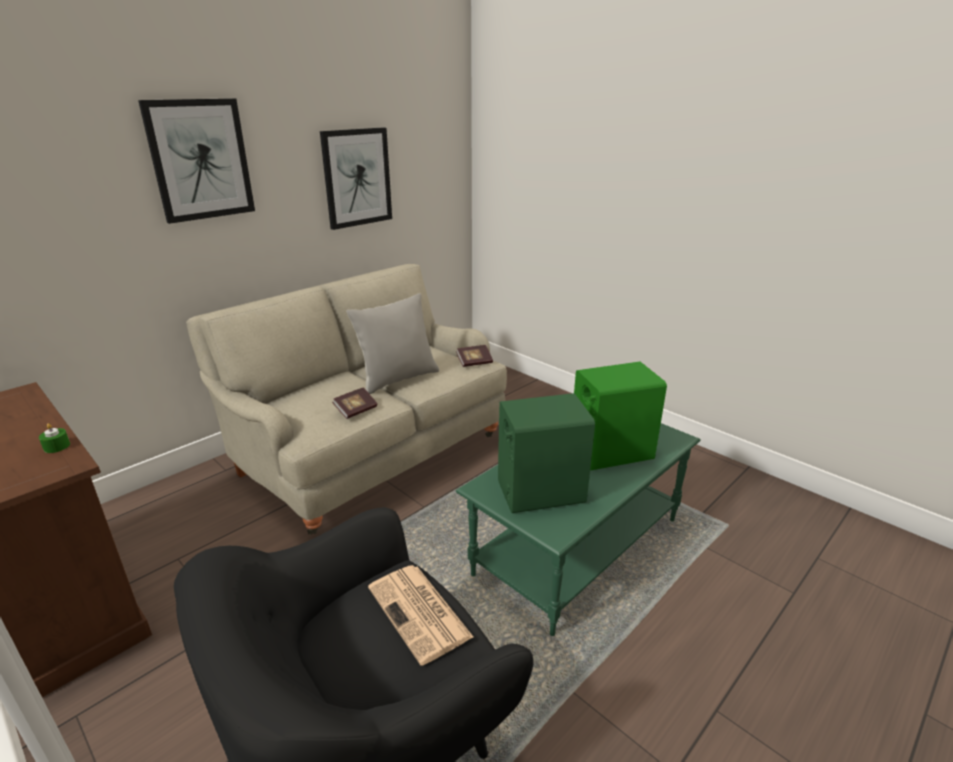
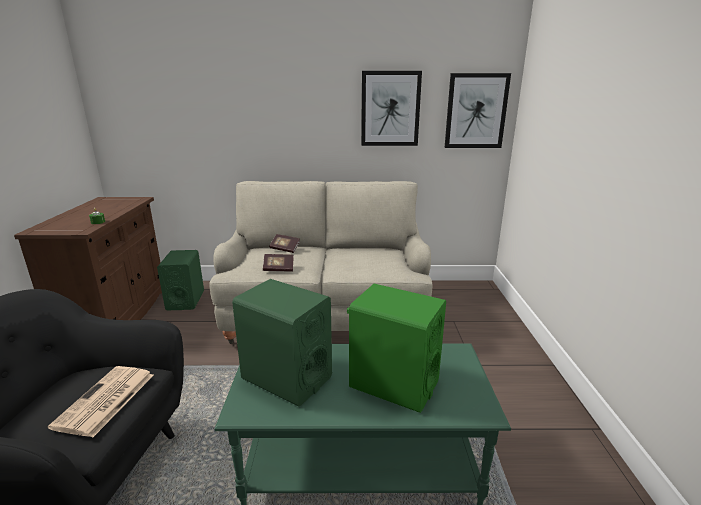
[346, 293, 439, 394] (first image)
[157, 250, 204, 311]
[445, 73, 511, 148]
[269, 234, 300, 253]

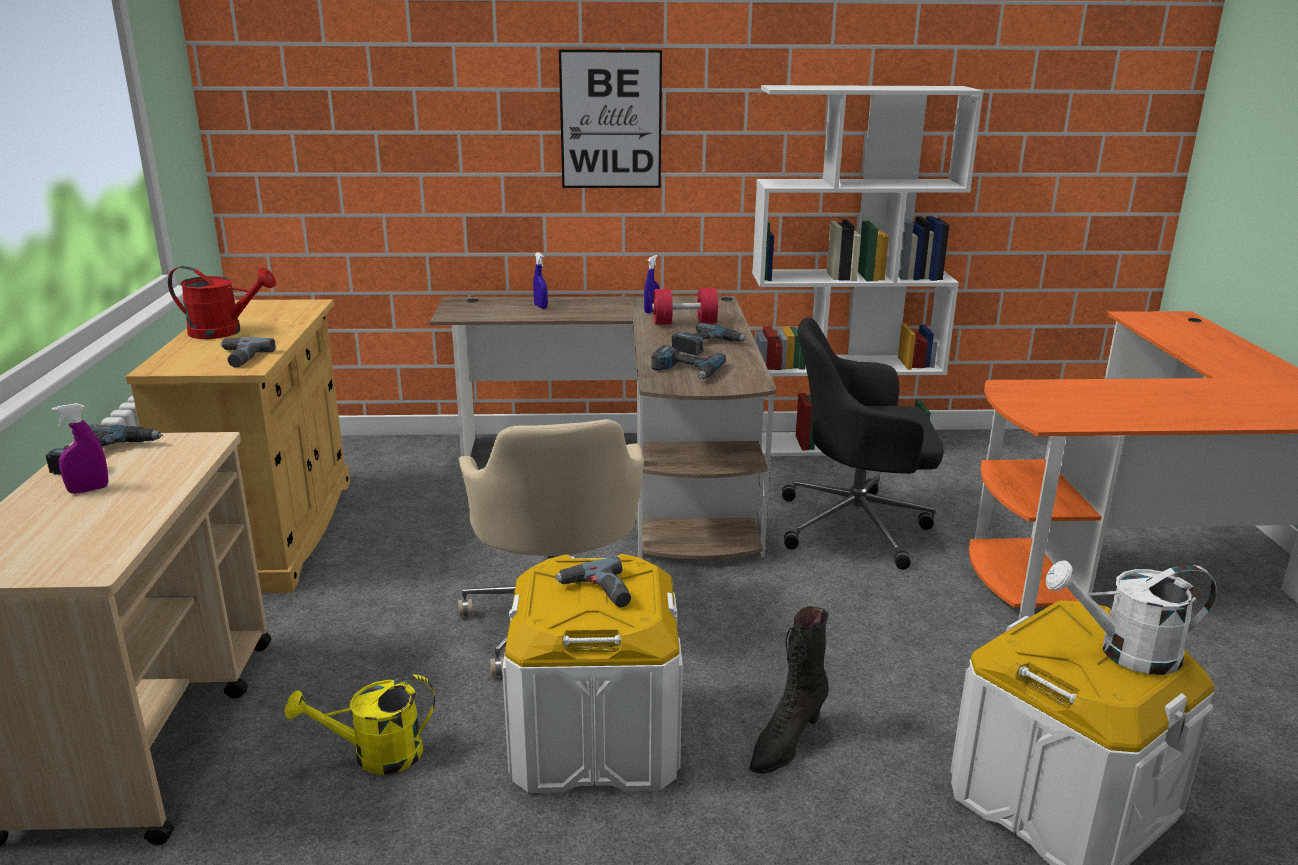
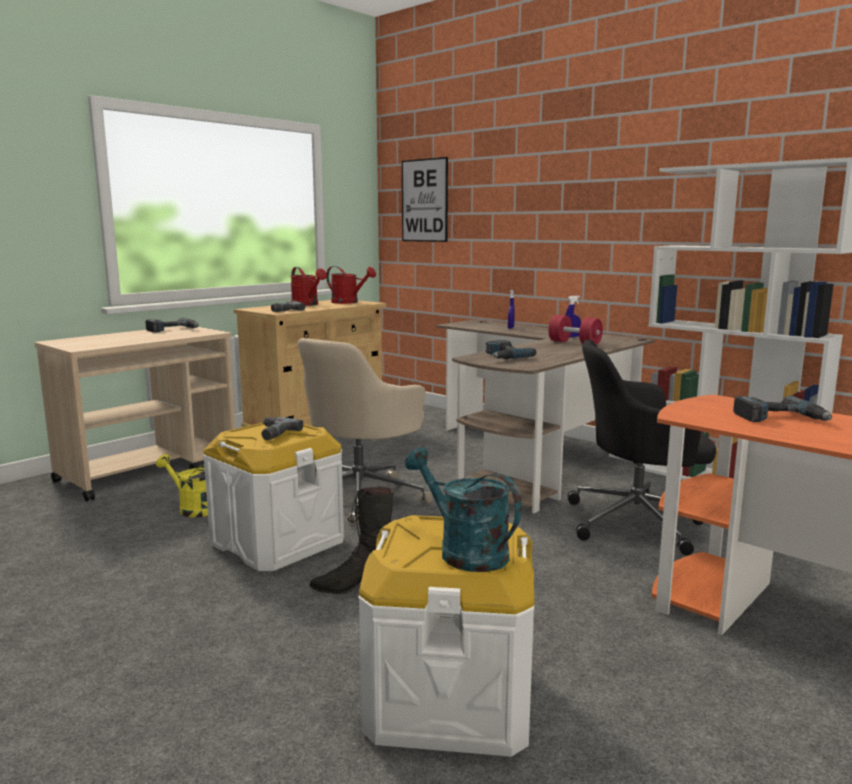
[52, 403, 109, 494] (first image)
[326, 266, 376, 304]
[402, 157, 448, 242]
[733, 396, 832, 422]
[405, 447, 522, 572]
[567, 340, 716, 556]

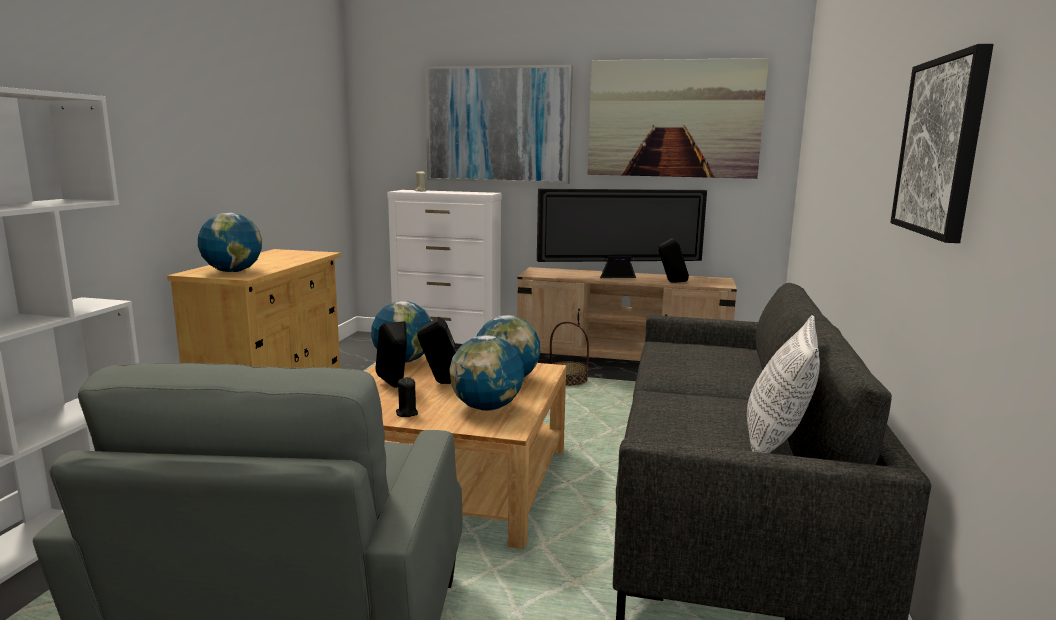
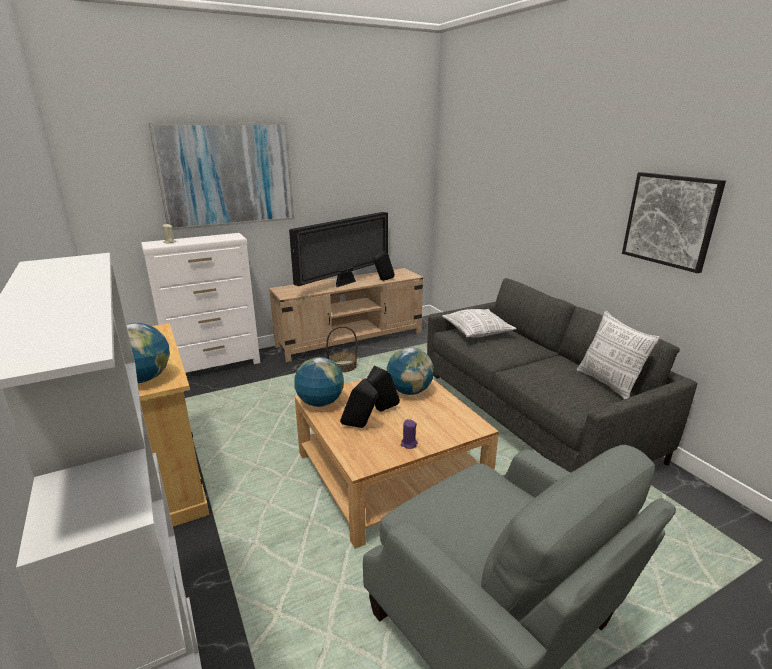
[449, 335, 524, 411] (first image)
[588, 58, 769, 179] (first image)
[442, 309, 517, 338]
[400, 419, 418, 449]

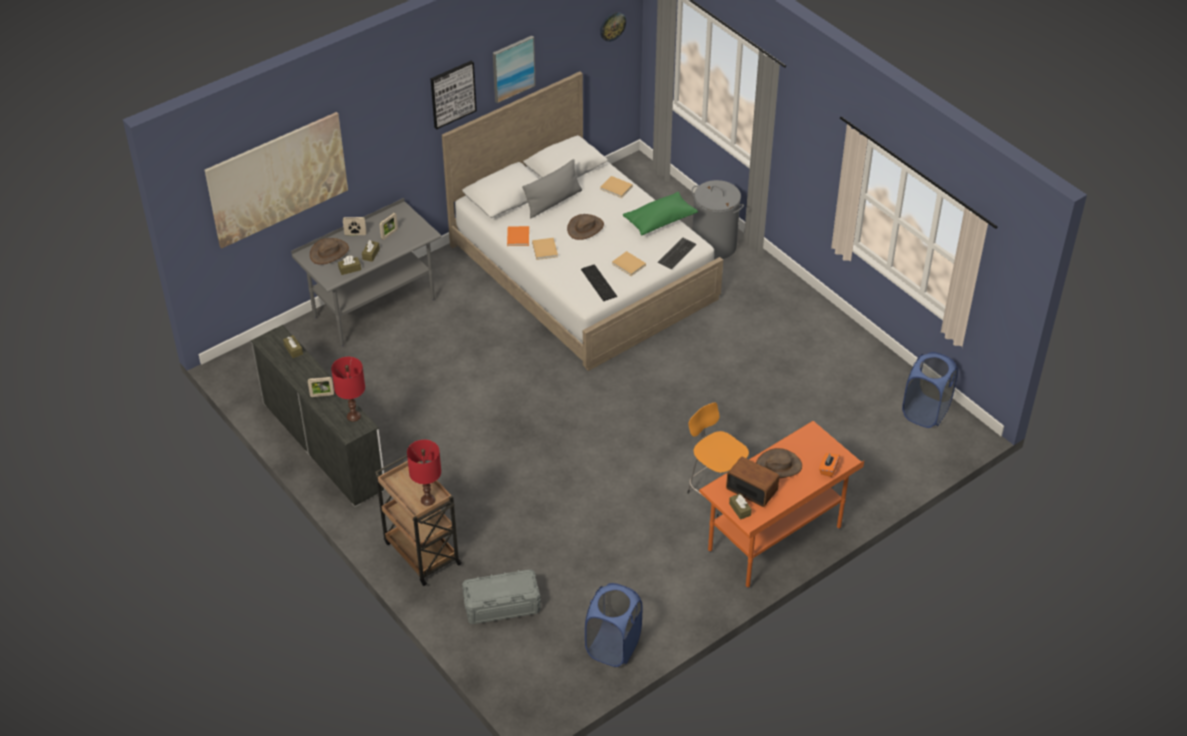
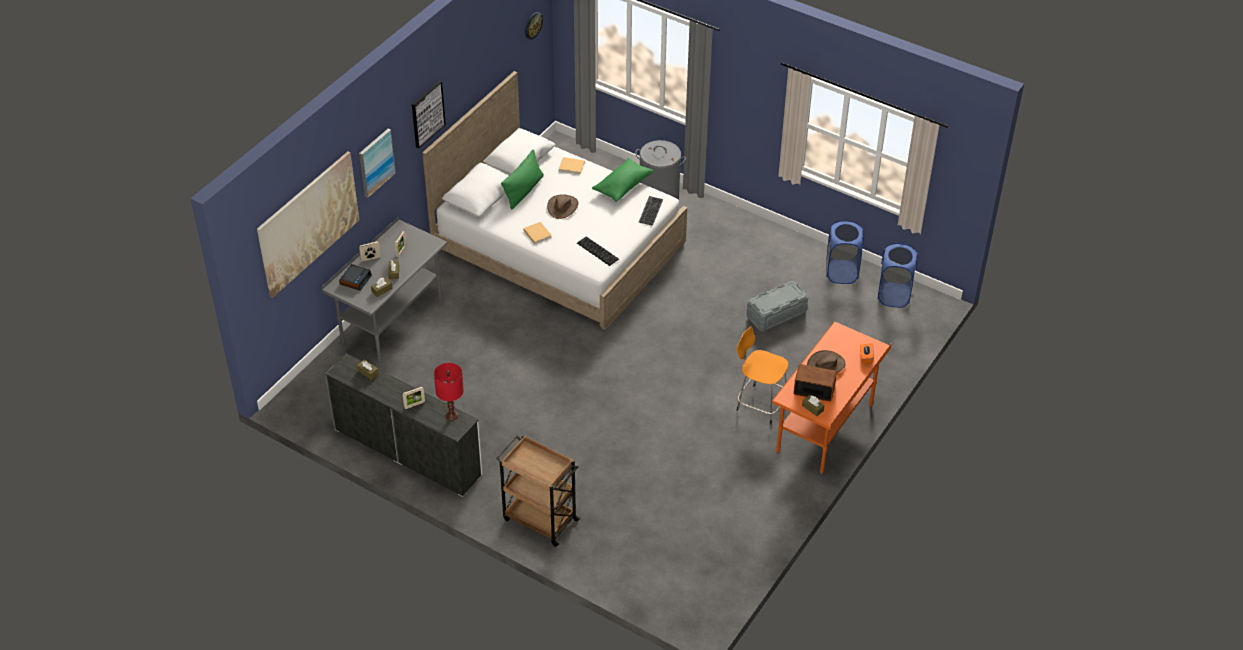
[407, 440, 441, 506] (first image)
[507, 226, 529, 246] (first image)
[612, 251, 646, 276] (first image)
[747, 281, 808, 332]
[359, 129, 396, 198]
[826, 220, 864, 284]
[339, 264, 372, 291]
[501, 149, 544, 210]

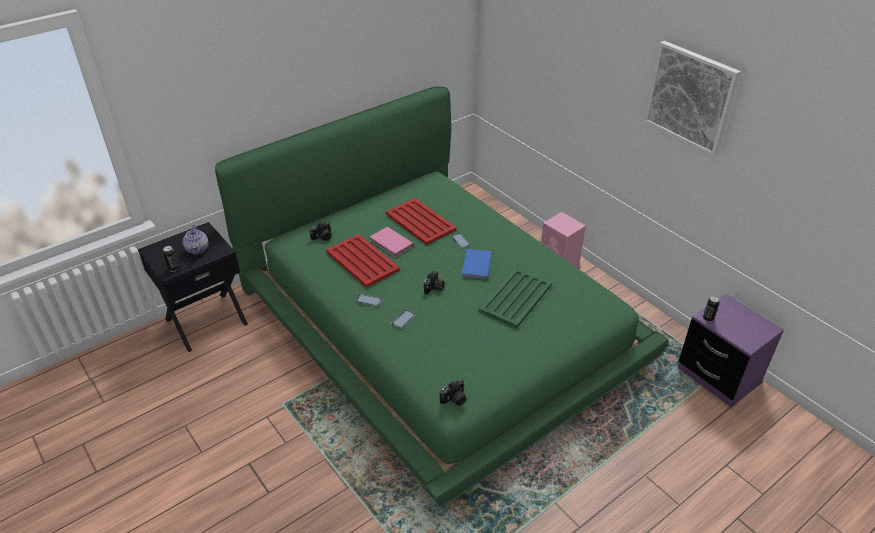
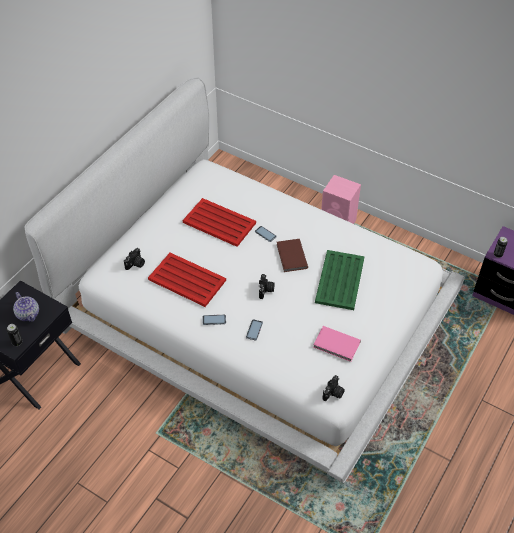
[644, 41, 741, 156] (first image)
[313, 326, 361, 362]
[25, 78, 465, 483]
[277, 239, 308, 272]

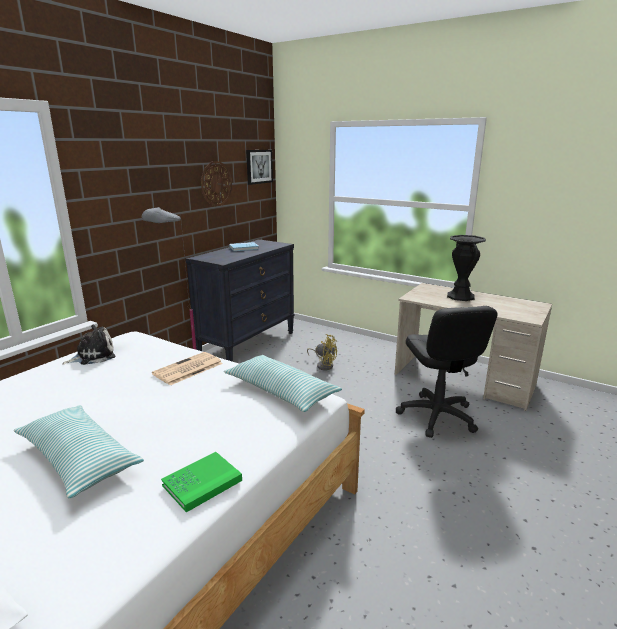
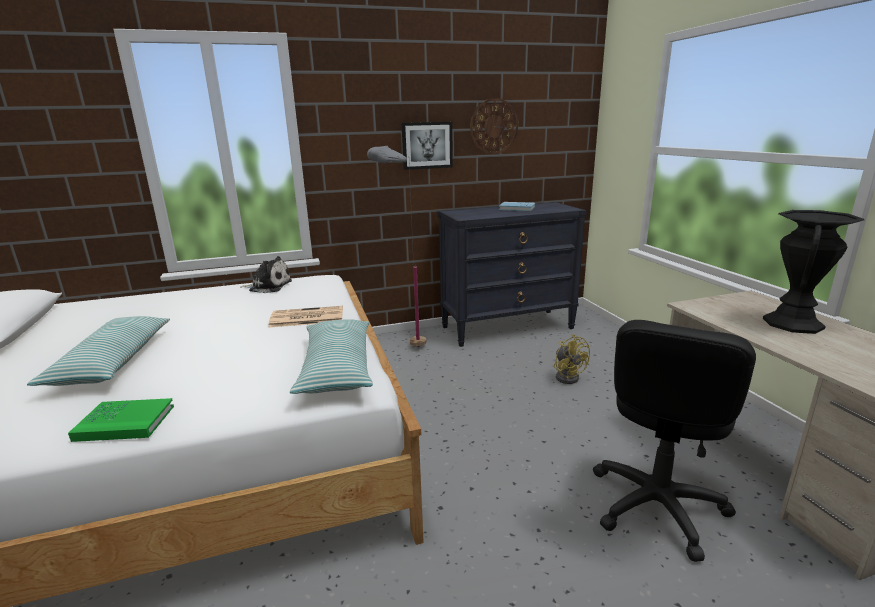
[401, 122, 453, 170]

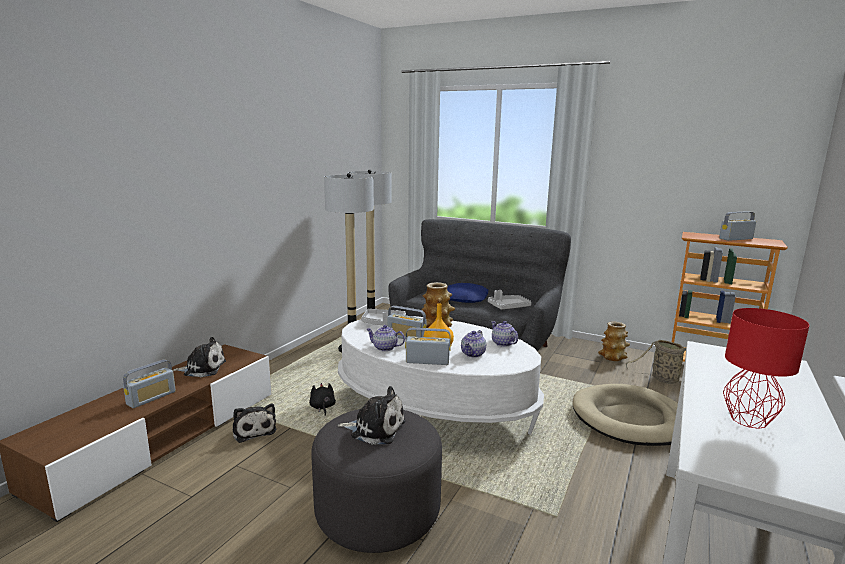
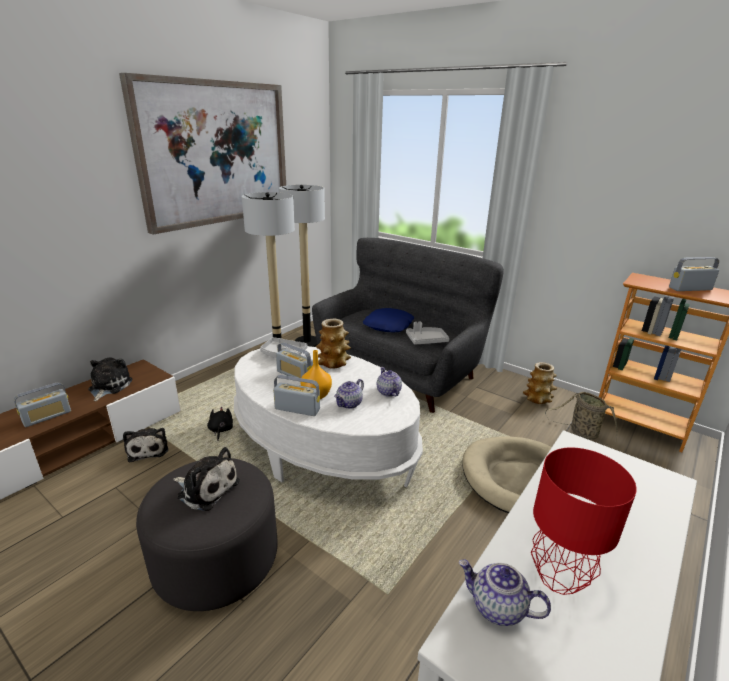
[119, 73, 286, 234]
[459, 559, 551, 626]
[88, 357, 133, 401]

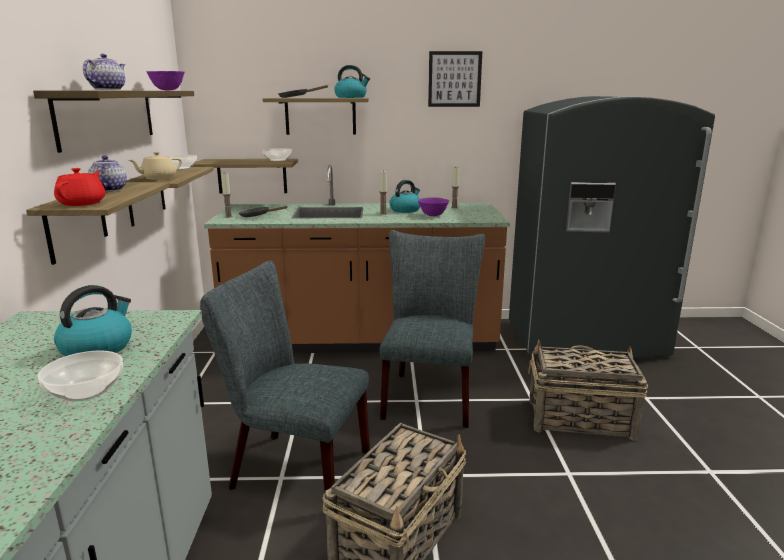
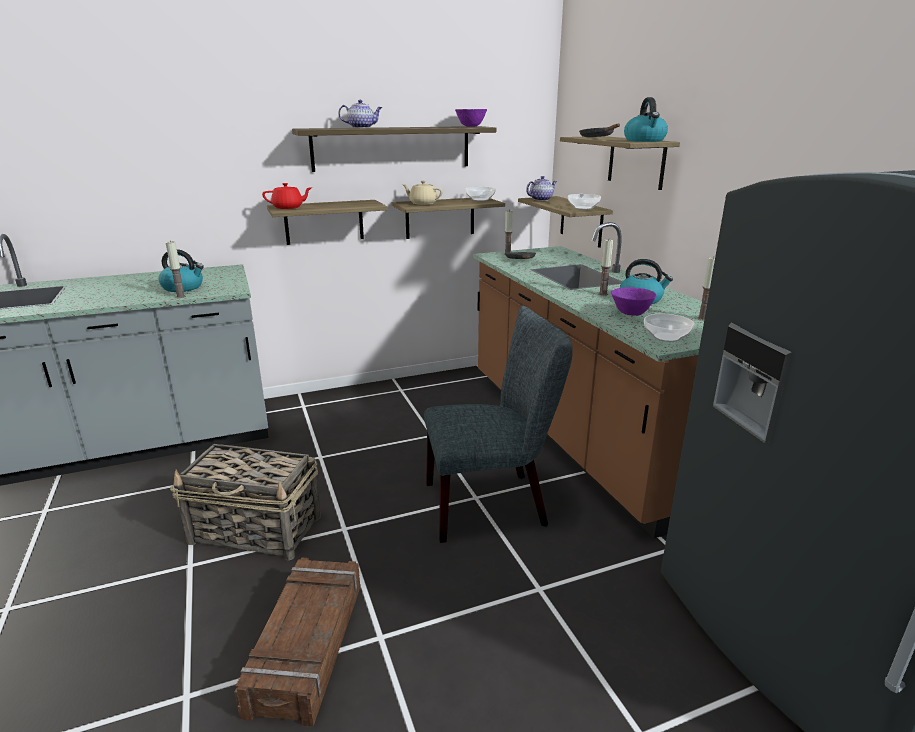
[200, 260, 370, 491] (first image)
[428, 51, 482, 107] (first image)
[528, 340, 648, 441] (first image)
[165, 241, 186, 298]
[234, 557, 360, 727]
[644, 314, 695, 342]
[526, 176, 557, 201]

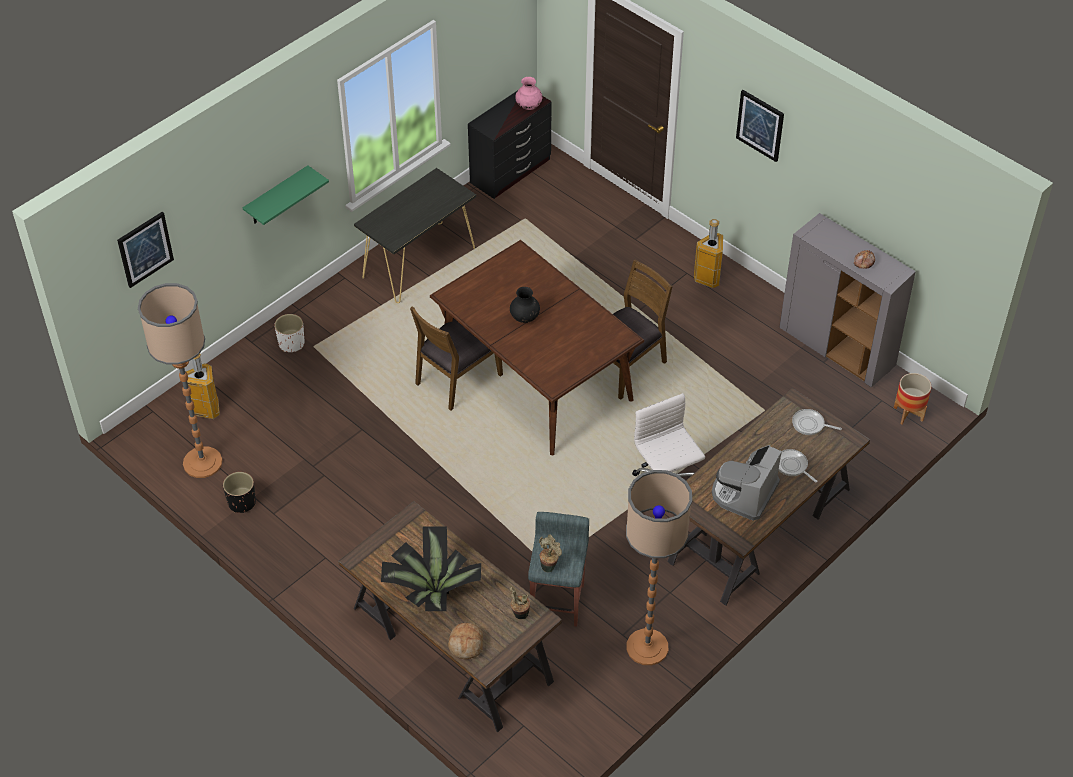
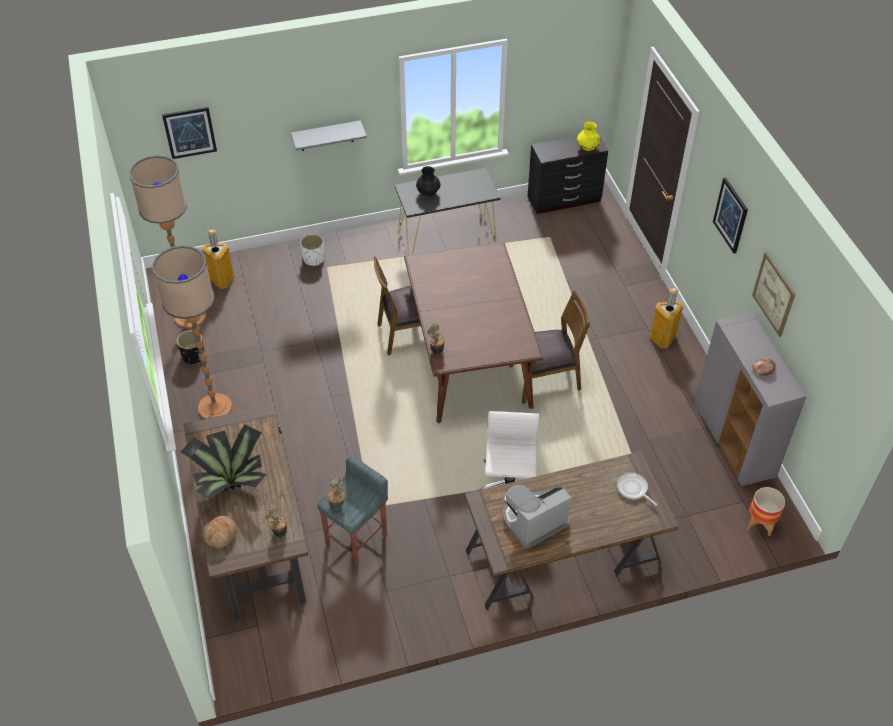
[779, 449, 817, 483] (first image)
[427, 323, 445, 354]
[752, 252, 795, 337]
[416, 166, 440, 196]
[152, 245, 232, 419]
[291, 120, 367, 151]
[577, 122, 600, 151]

